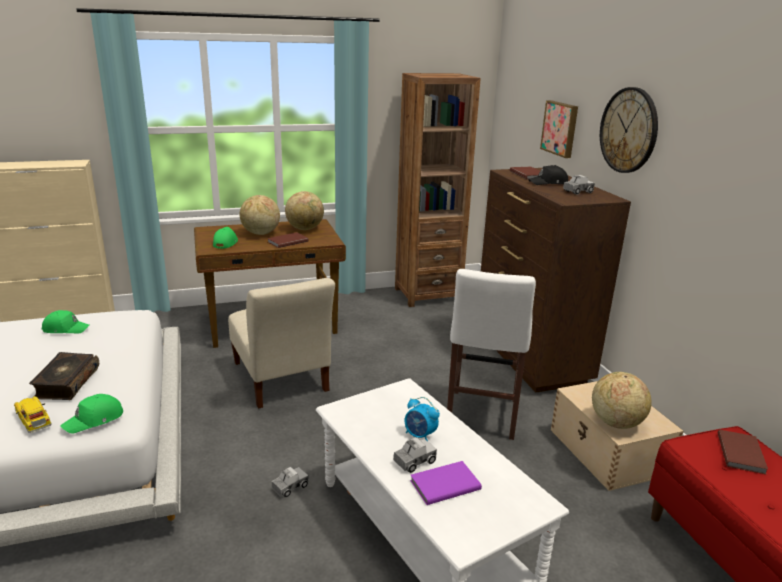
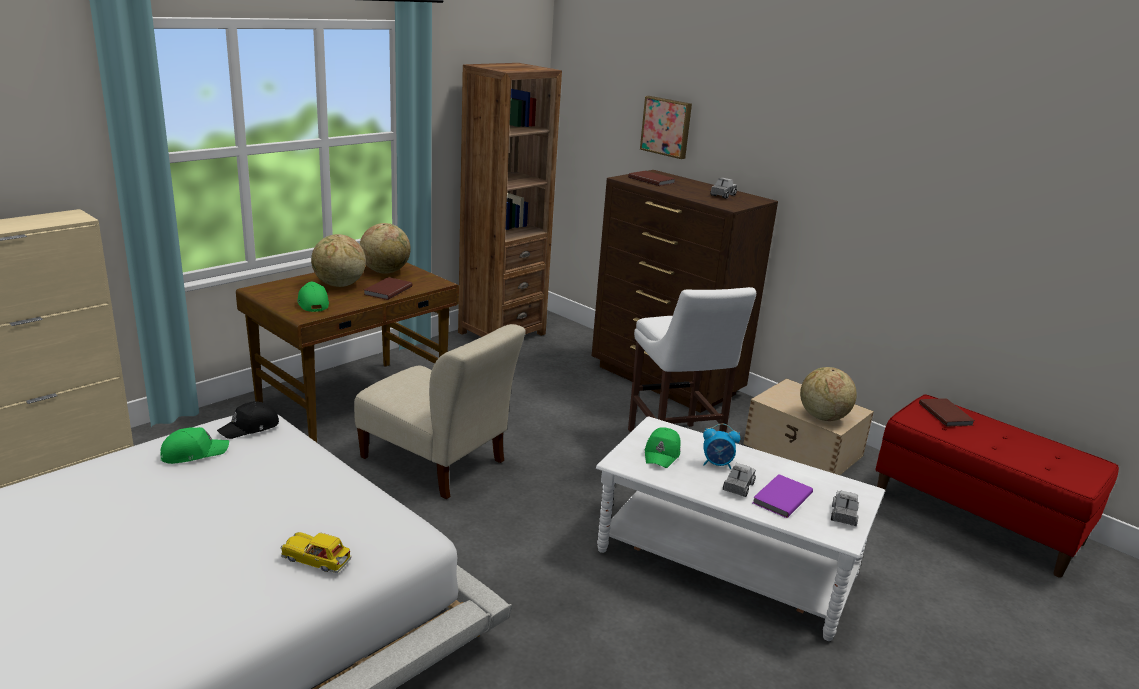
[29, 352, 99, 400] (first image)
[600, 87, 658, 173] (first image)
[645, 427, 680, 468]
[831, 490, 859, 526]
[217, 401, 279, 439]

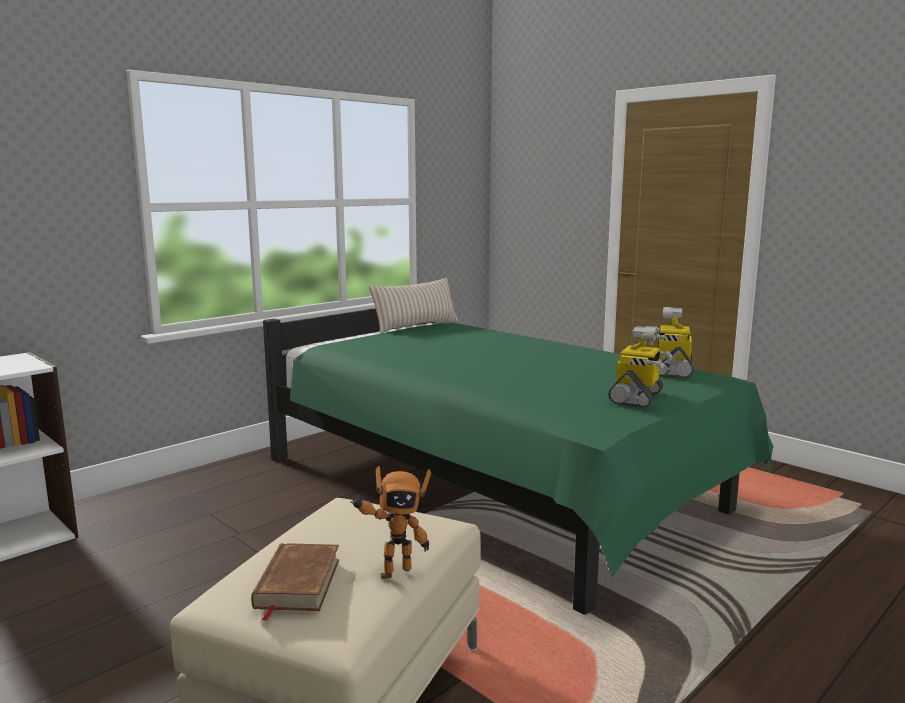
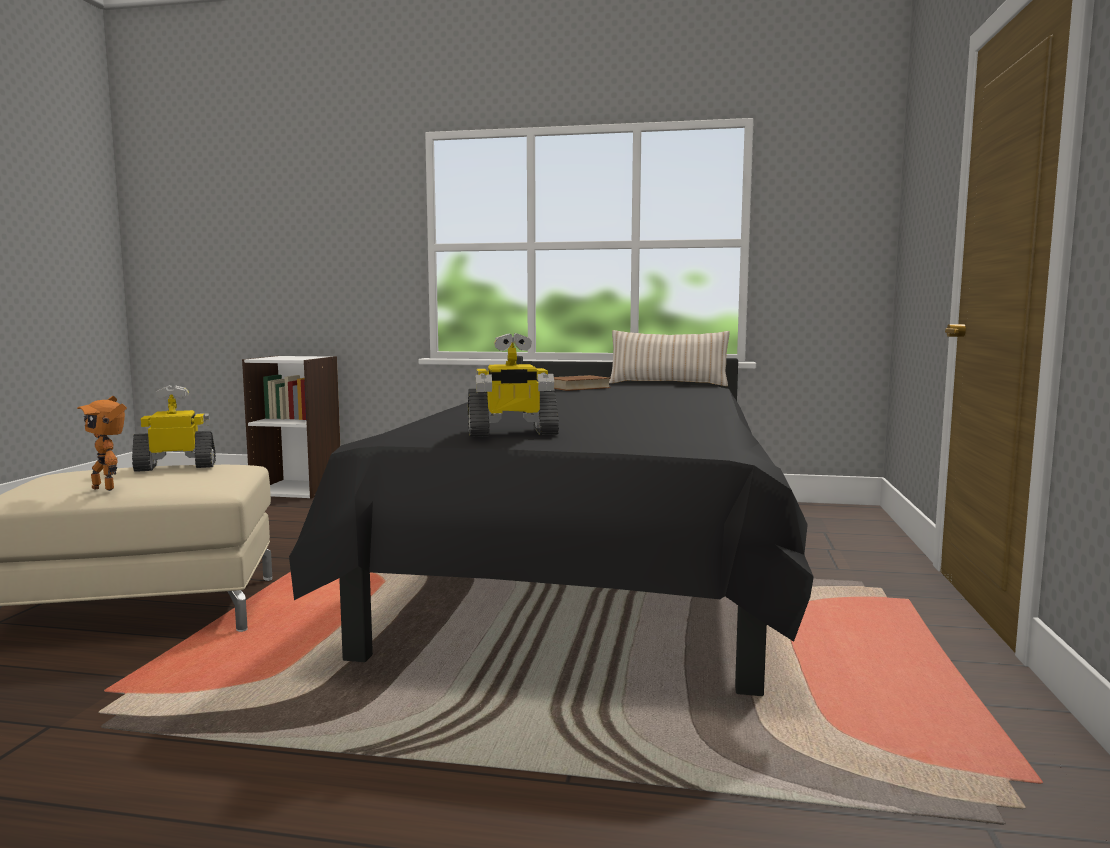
[554, 375, 611, 391]
[132, 385, 216, 472]
[289, 356, 814, 696]

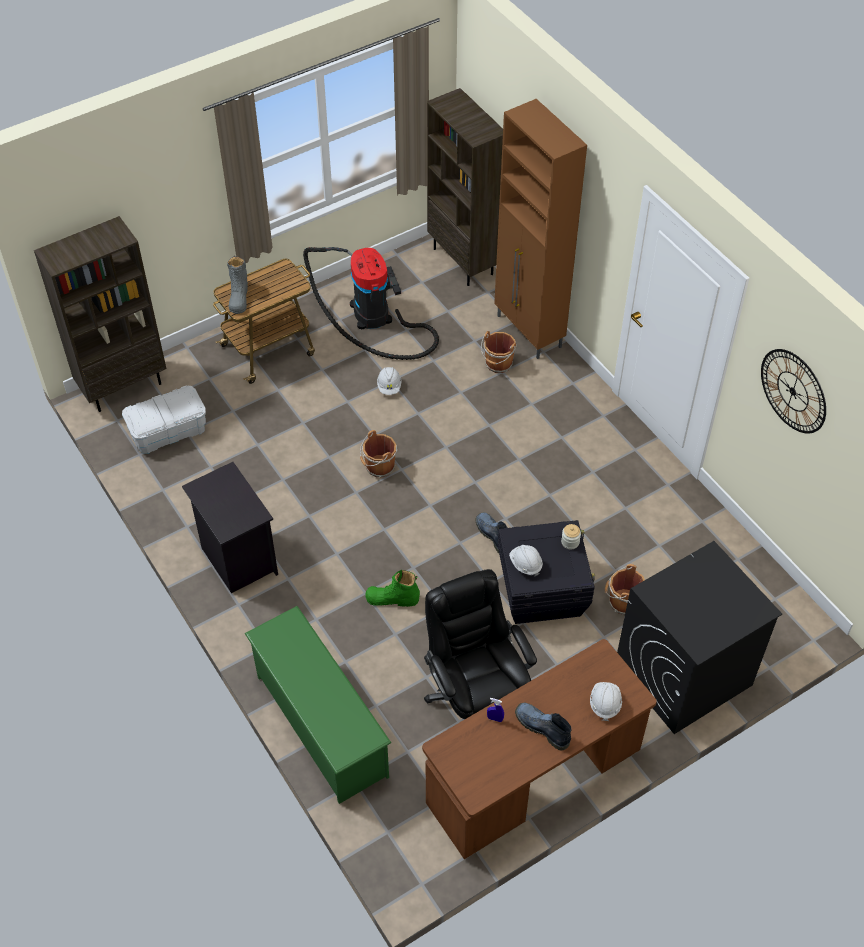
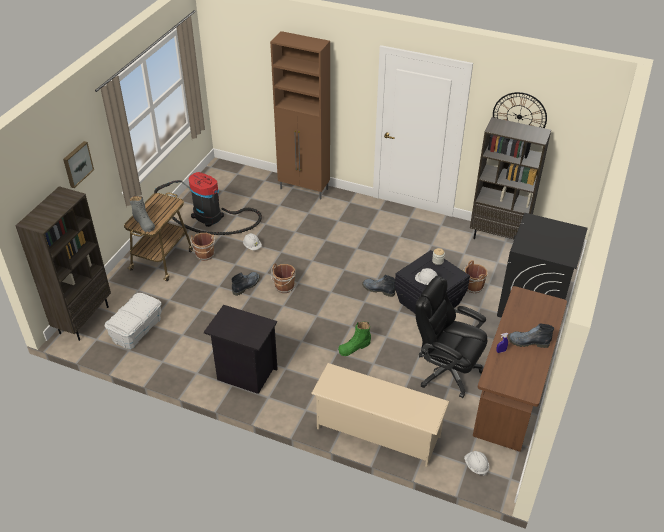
[63, 141, 94, 188]
[232, 272, 260, 296]
[470, 117, 551, 239]
[190, 233, 215, 261]
[464, 451, 489, 476]
[311, 363, 449, 467]

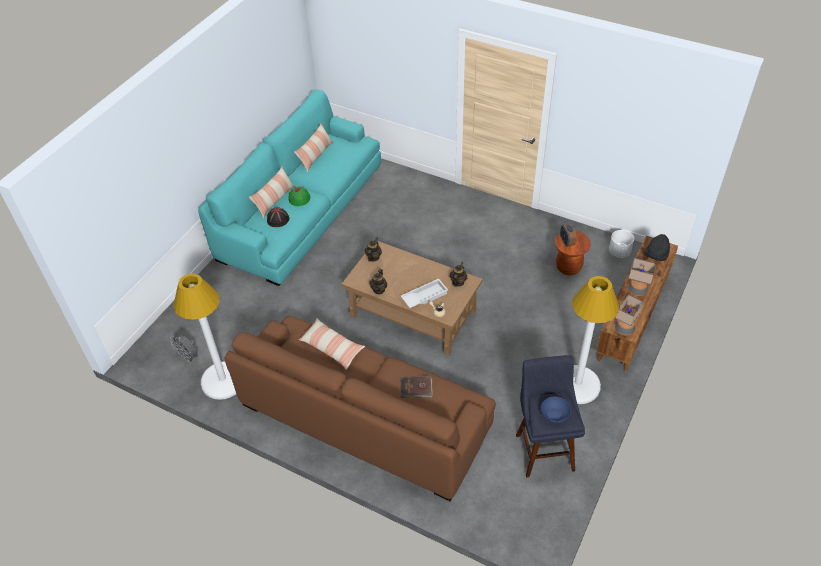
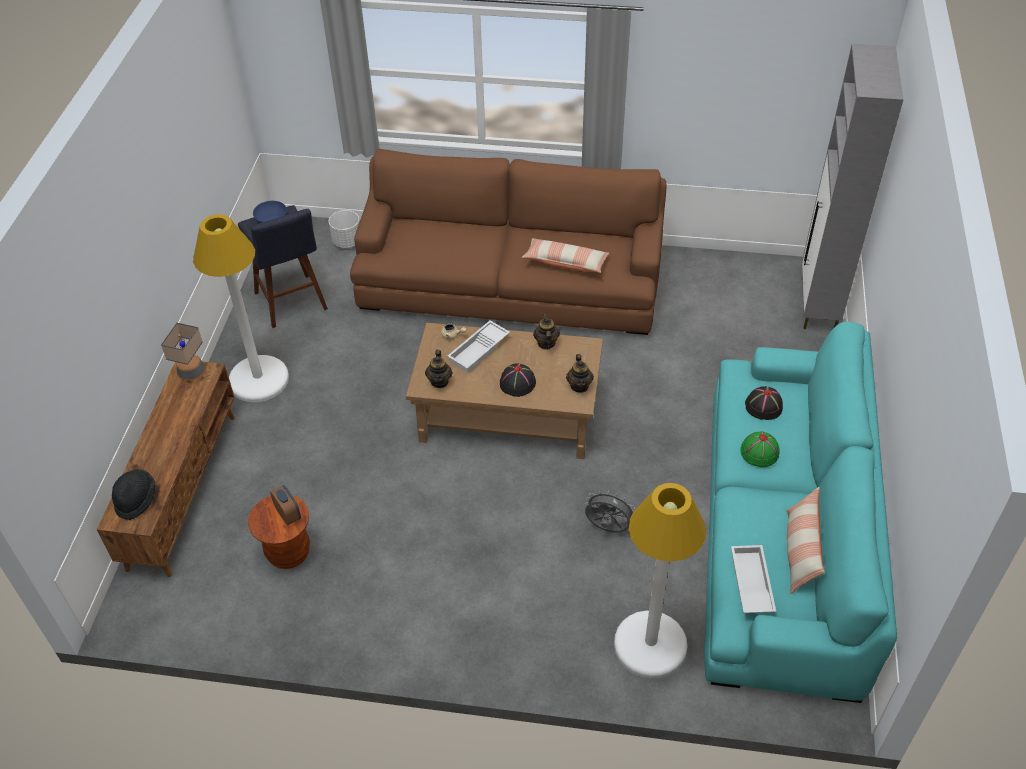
[249, 166, 295, 219] (first image)
[400, 376, 433, 398] (first image)
[628, 258, 657, 296] (first image)
[500, 364, 536, 397]
[731, 545, 776, 613]
[802, 44, 904, 329]
[585, 490, 635, 533]
[614, 483, 706, 678]
[329, 210, 360, 248]

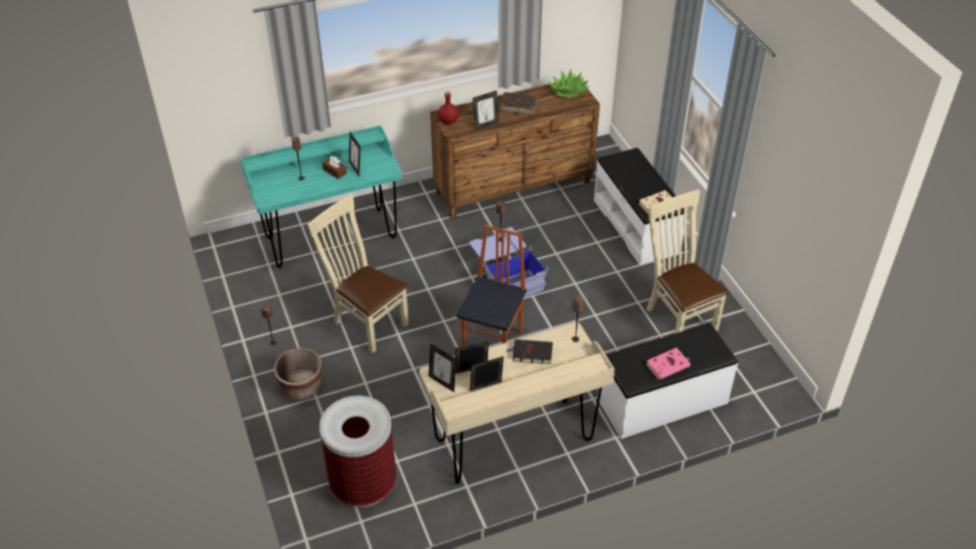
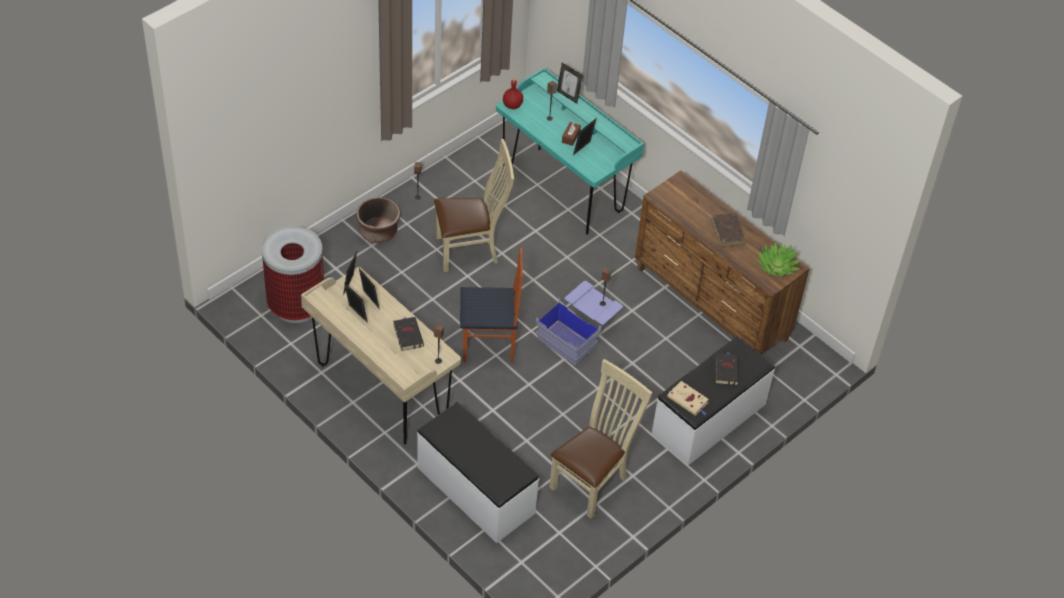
[646, 347, 690, 380] (first image)
[715, 353, 739, 386]
[503, 78, 523, 109]
[557, 63, 583, 104]
[434, 139, 514, 272]

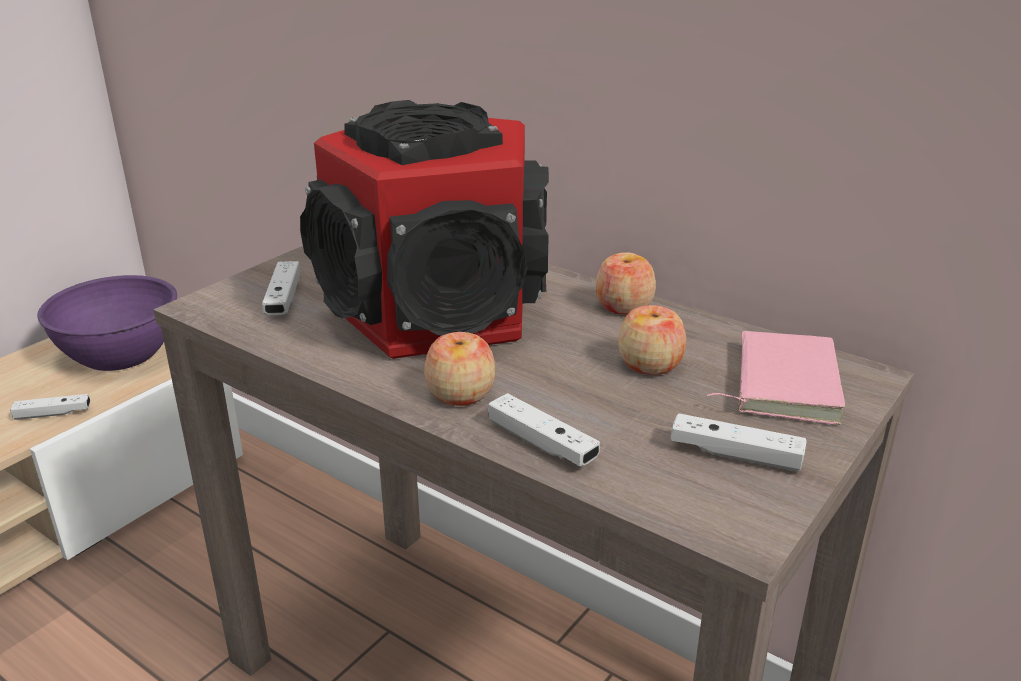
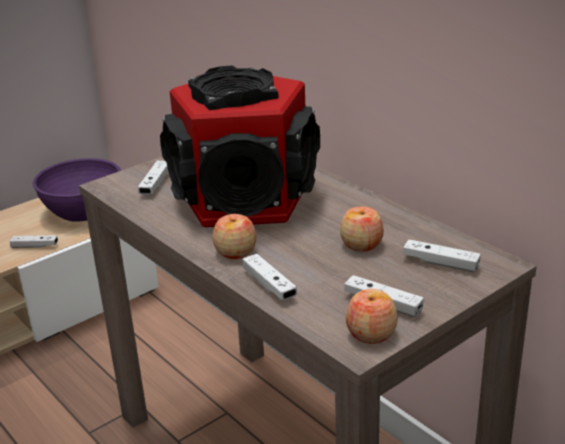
[346, 289, 398, 344]
[403, 239, 481, 273]

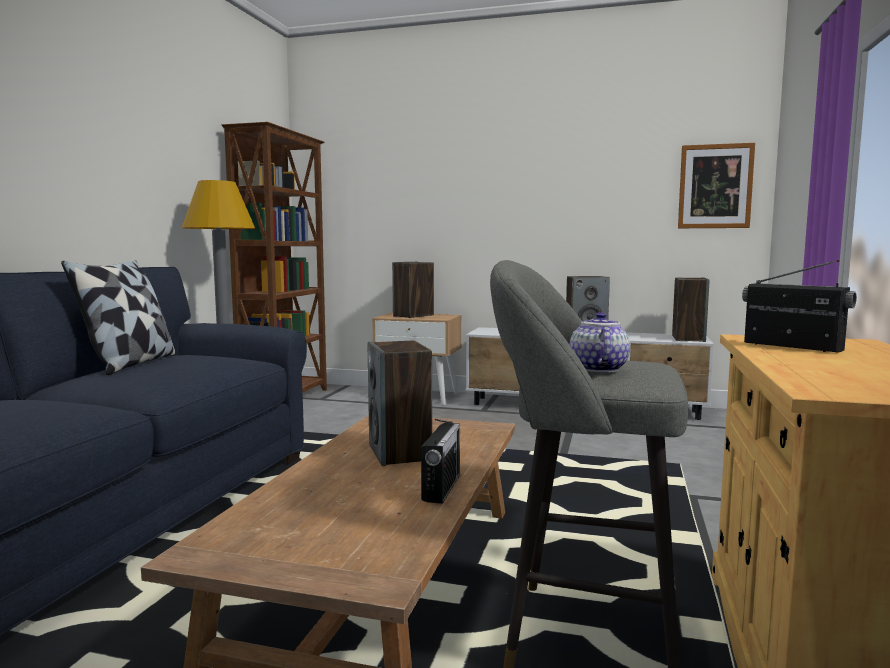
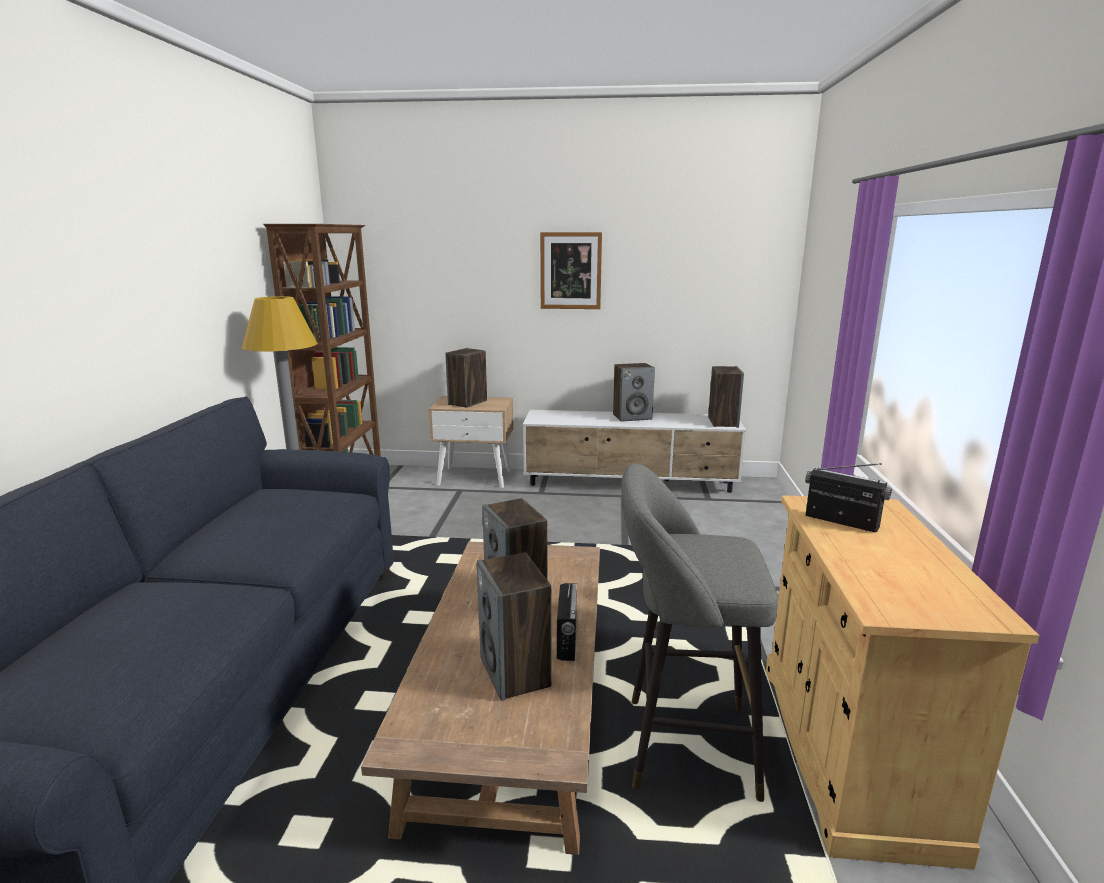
[61, 260, 175, 375] (first image)
[570, 312, 630, 372] (first image)
[477, 552, 551, 701]
[540, 232, 602, 309]

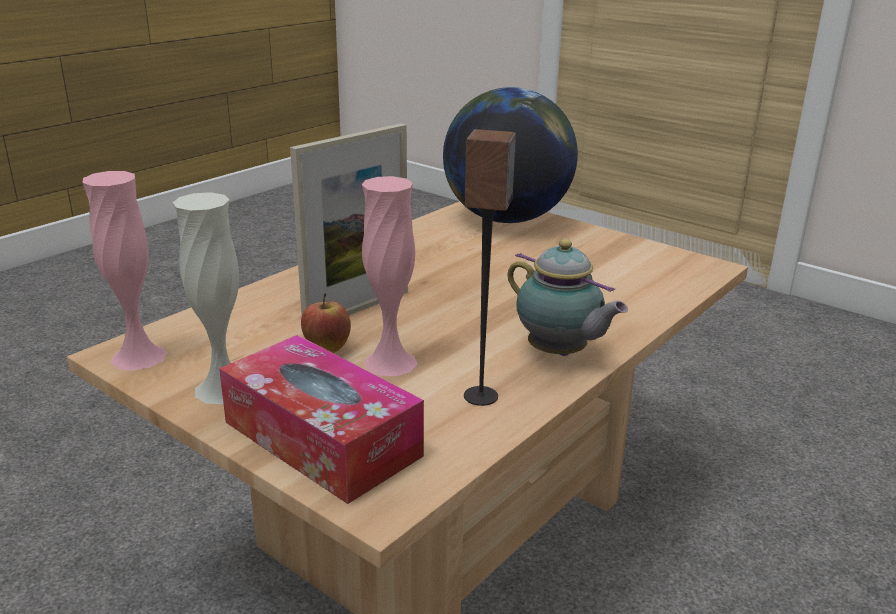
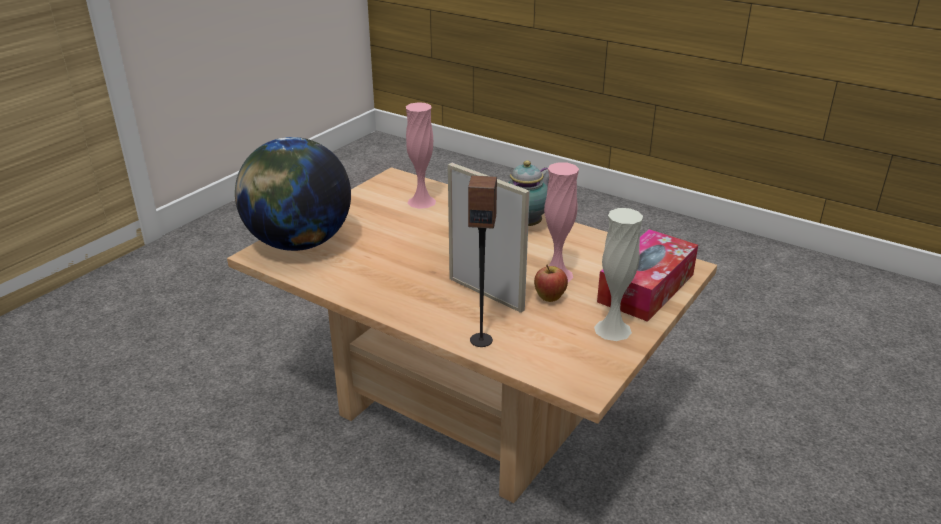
[406, 102, 436, 209]
[468, 175, 497, 347]

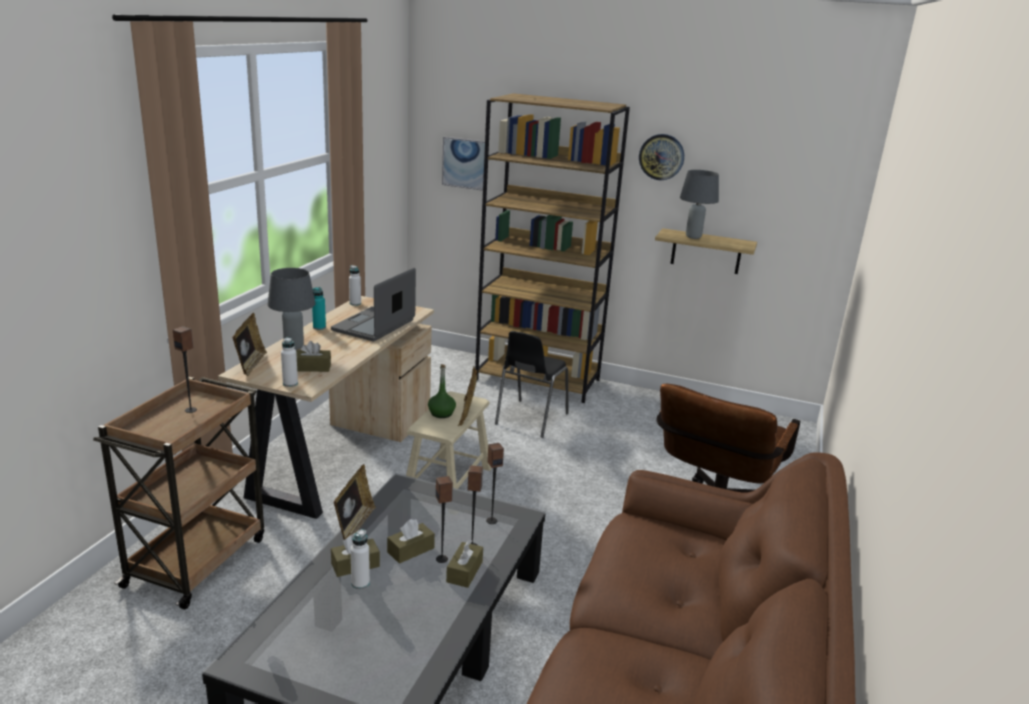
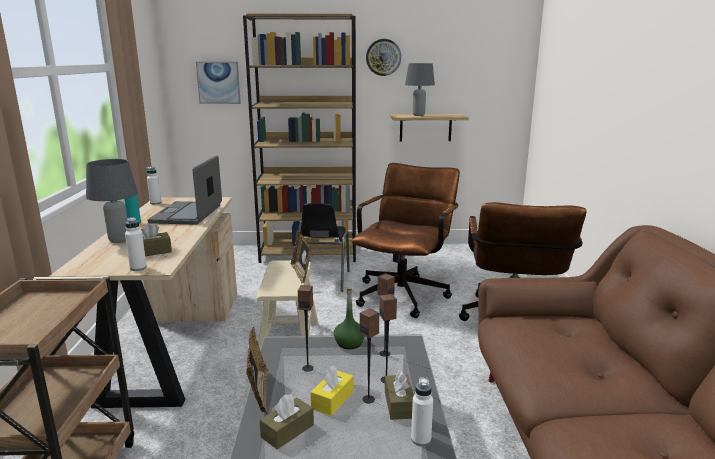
[232, 313, 267, 376] (first image)
[351, 163, 460, 318]
[298, 285, 314, 372]
[411, 377, 433, 446]
[334, 288, 365, 349]
[310, 366, 354, 416]

